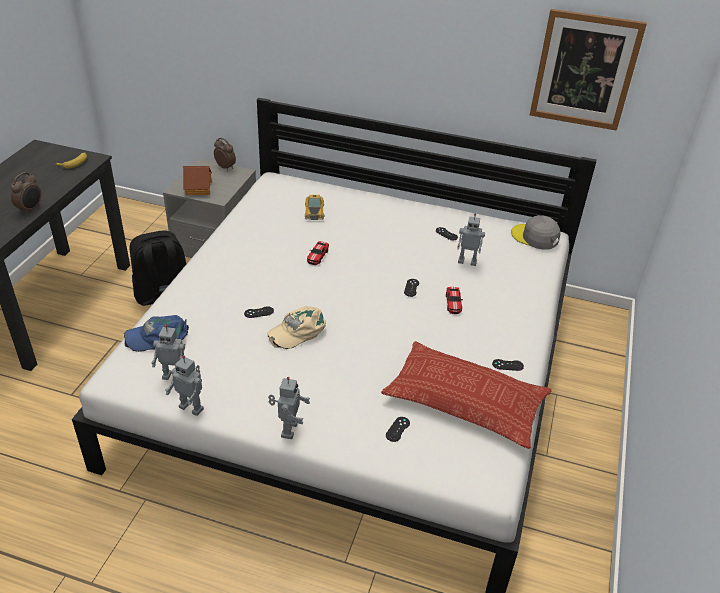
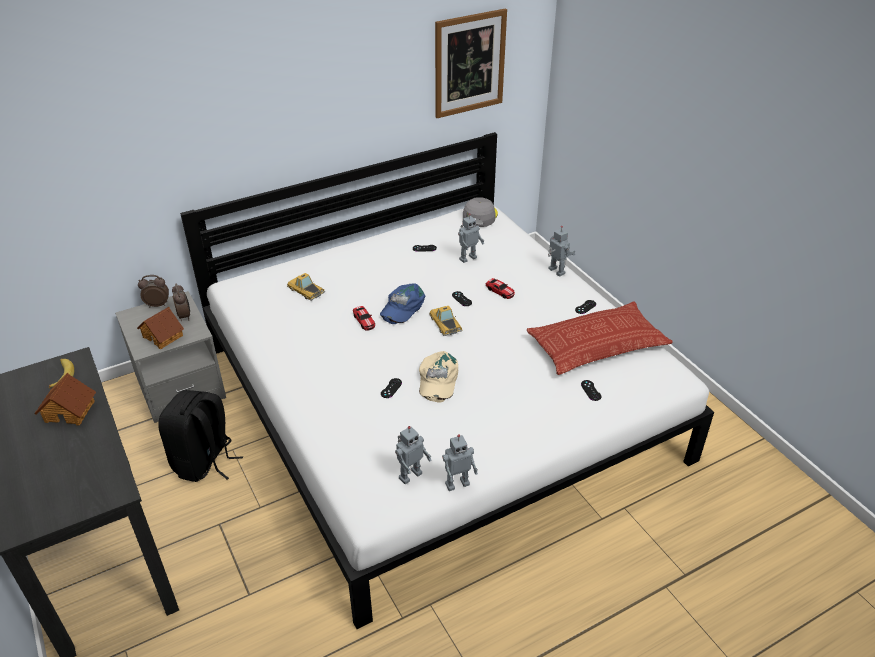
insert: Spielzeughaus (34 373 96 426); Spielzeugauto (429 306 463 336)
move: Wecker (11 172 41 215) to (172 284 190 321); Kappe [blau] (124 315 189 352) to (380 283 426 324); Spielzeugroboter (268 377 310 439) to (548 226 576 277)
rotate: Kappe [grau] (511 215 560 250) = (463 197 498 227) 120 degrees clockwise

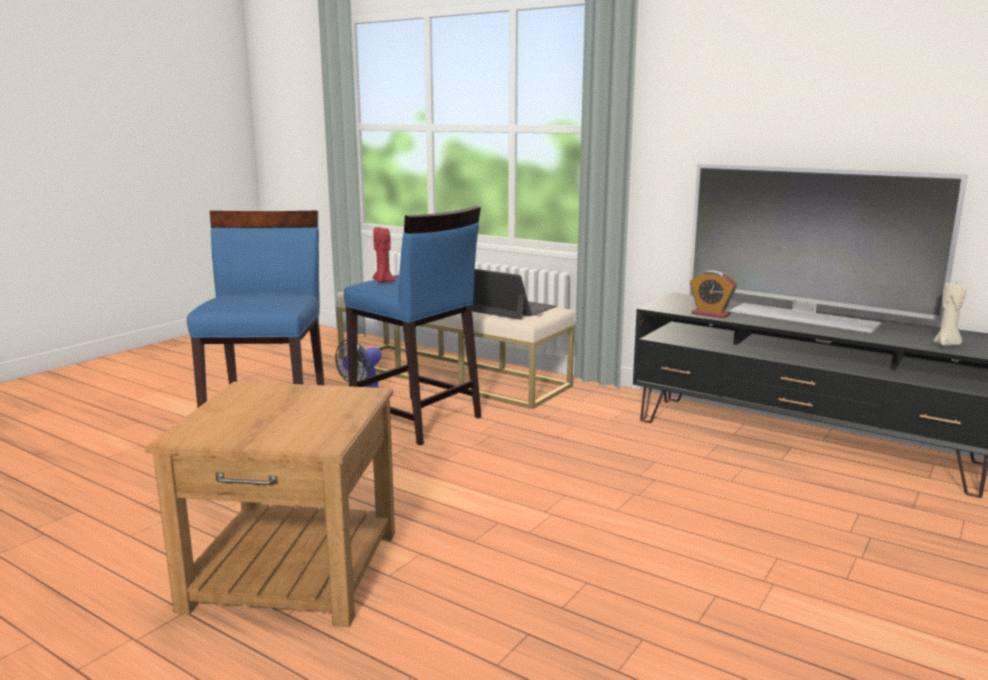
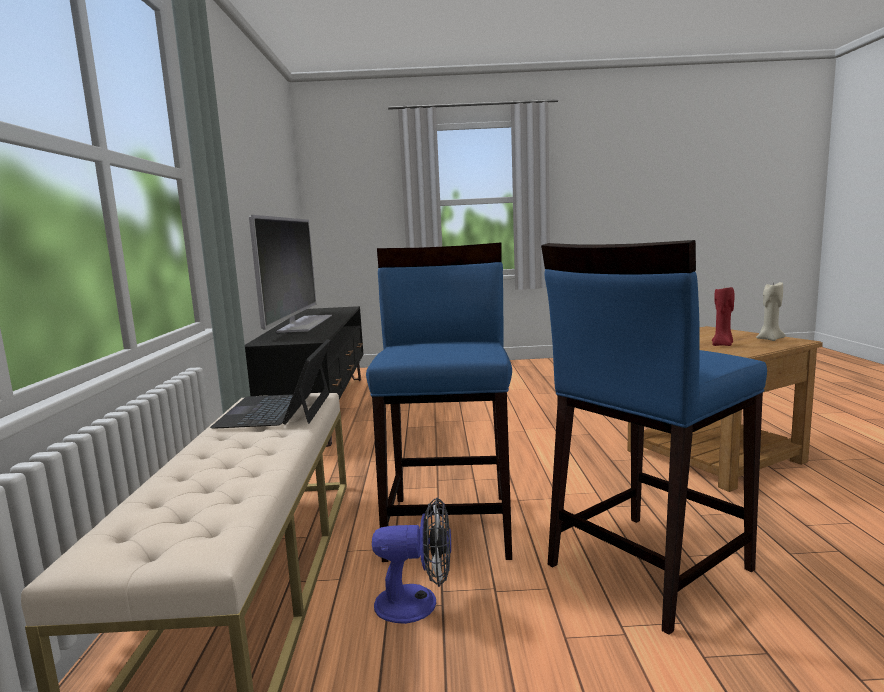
delete: Wecker (690 271 737 319)
move: Kerze [rot] (373 227 395 283) to (712 287 735 346); Kerze [beige] (933 280 967 346) to (756 281 785 341)

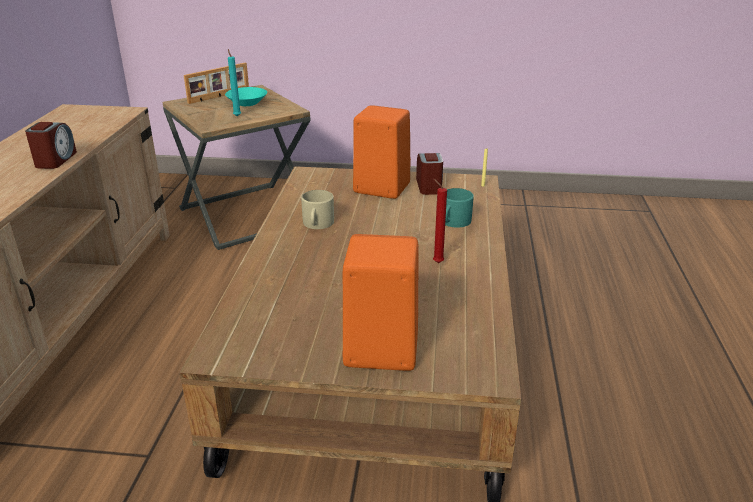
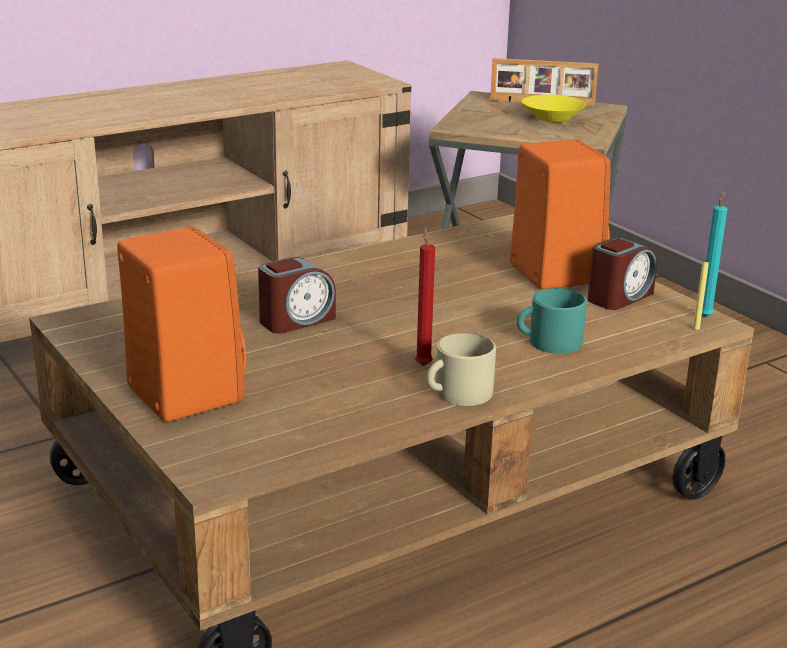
move: Wecker (25 122 77 169) to (258 257 336 334); Henkelbecher [beige] (301 190 334 229) to (427 333 496 406); Kerze [türkis] (228 49 241 117) to (702 191 727 317)
recolor: Schüssel [türkis] (225 87 267 106) to Schüssel [gelb] (522 95 586 122)

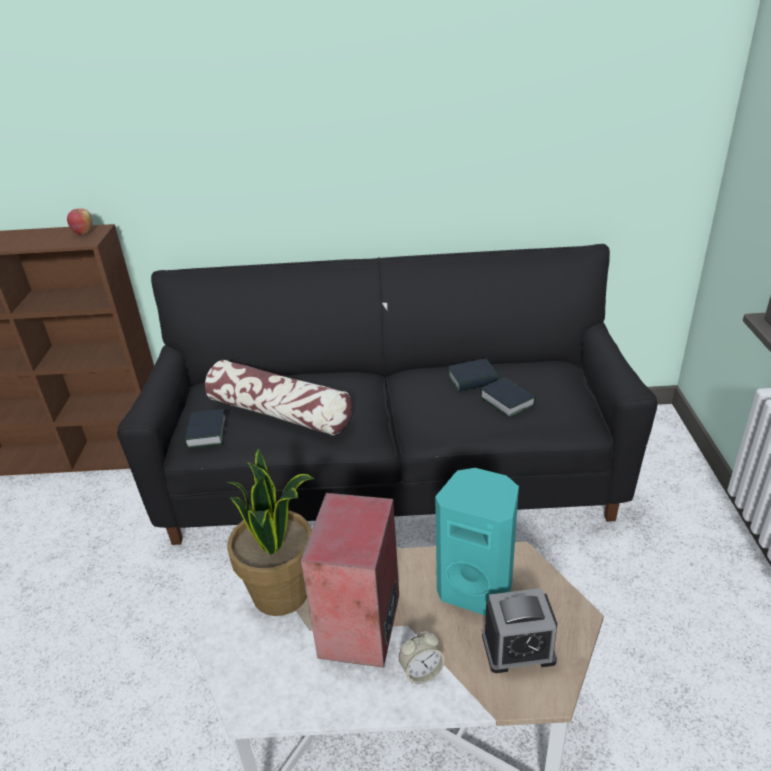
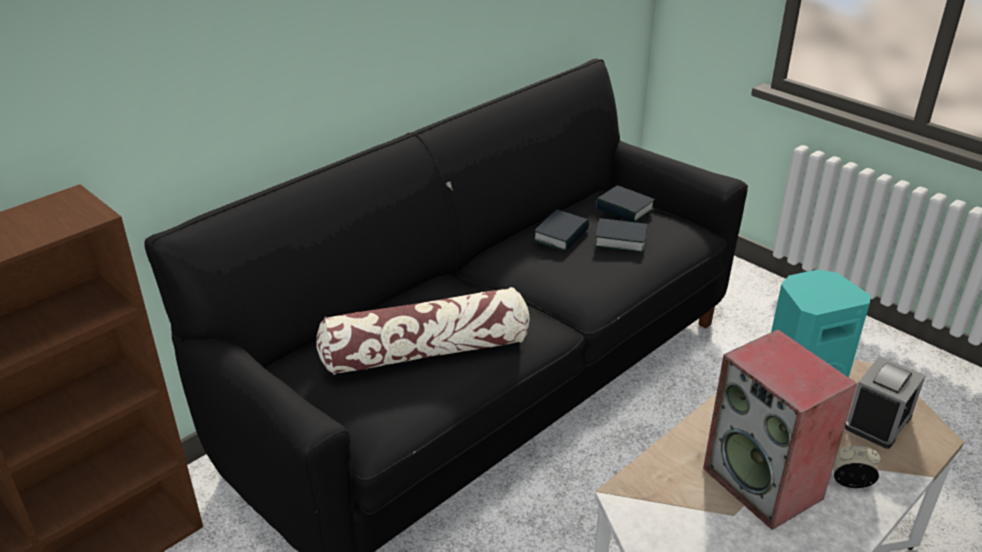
delete: Apfel (67 208 92 235); Topfpflanze (227 448 315 616)
move: Buch (185 409 227 449) to (596 185 655 222)
rotate: Wecker (399 631 445 684) = (833 446 881 488) 105 degrees counterclockwise

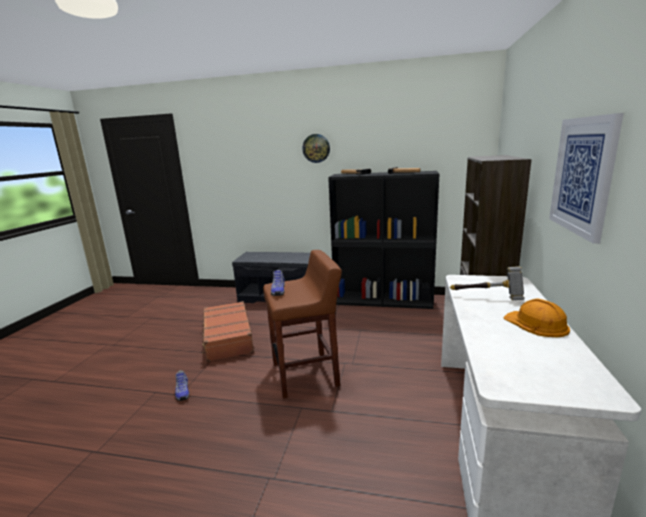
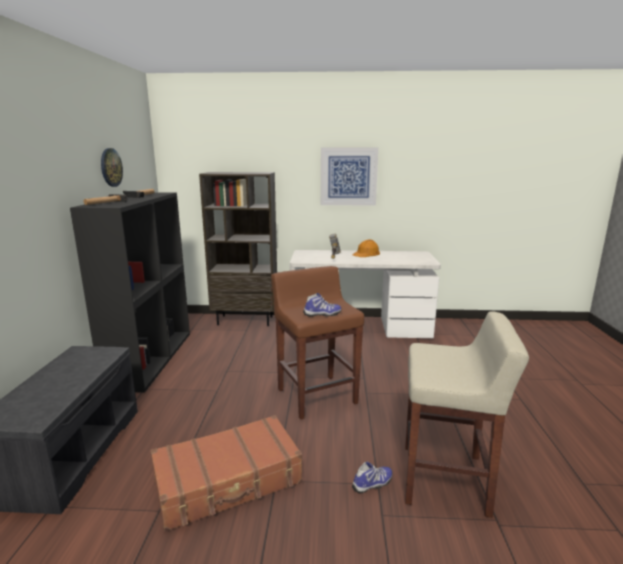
insert: Hocker [beige] (405 311 529 518)
move: Wanduhr (303 134 330 163) to (101 148 123 187)

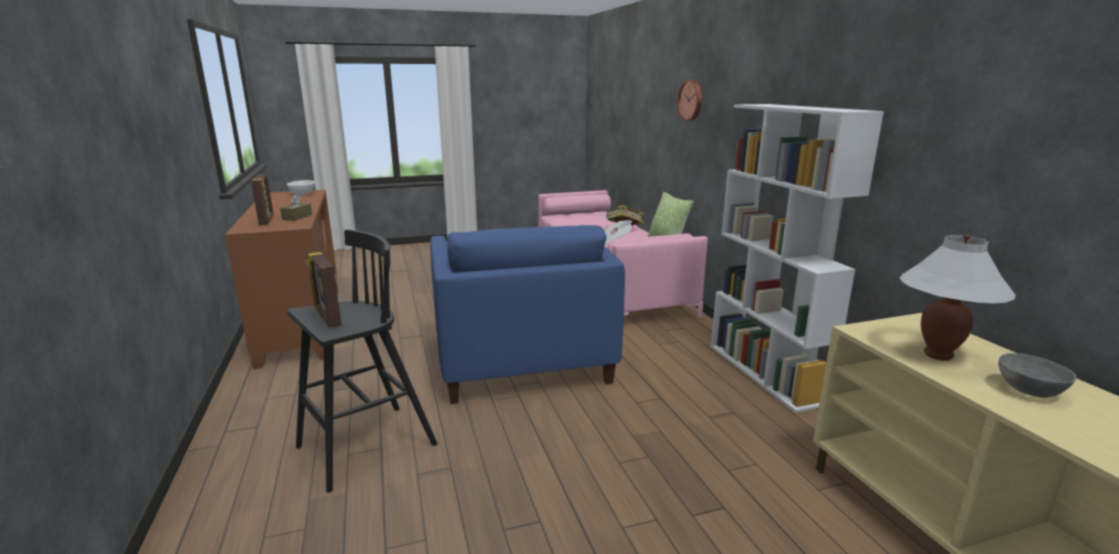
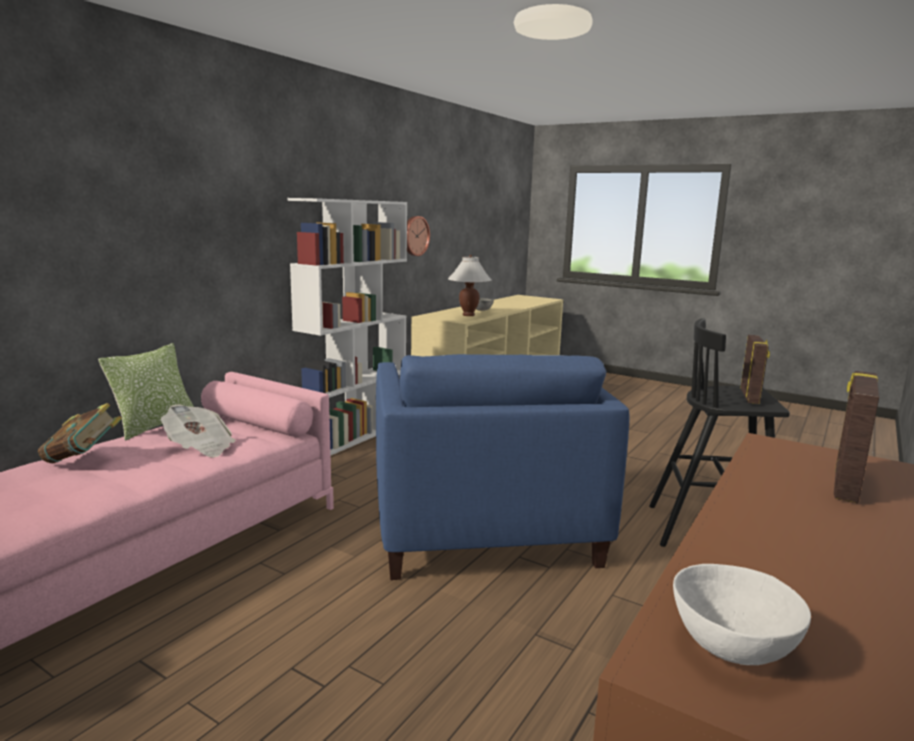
delete: Taschentuchbox [braun] (280 194 312 221)
move: Wanduhr (677 80 702 121) to (407 216 430 256)
rotate: Sessel [blau] (430 225 625 404) = (376 354 630 580) 135 degrees clockwise

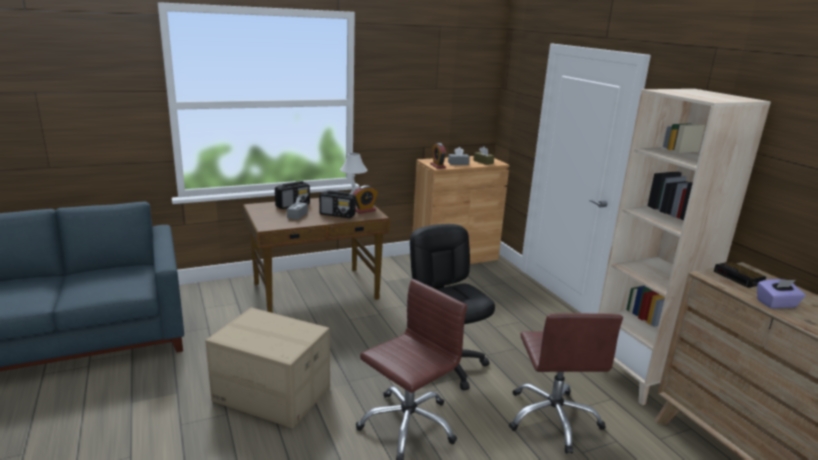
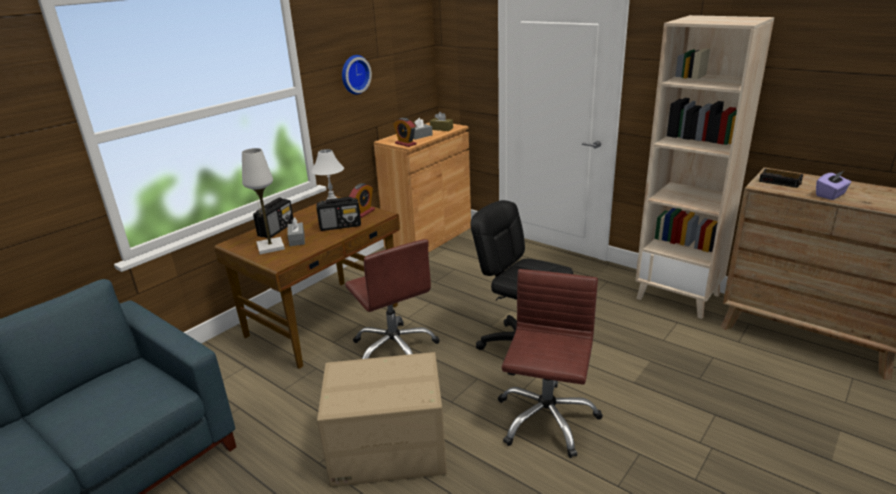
insert: Tischlampe [weiß] (242 148 285 254); Wanduhr (342 55 372 95)
move: Bürostuhl [braun] (509 313 623 454) to (345 239 440 359)

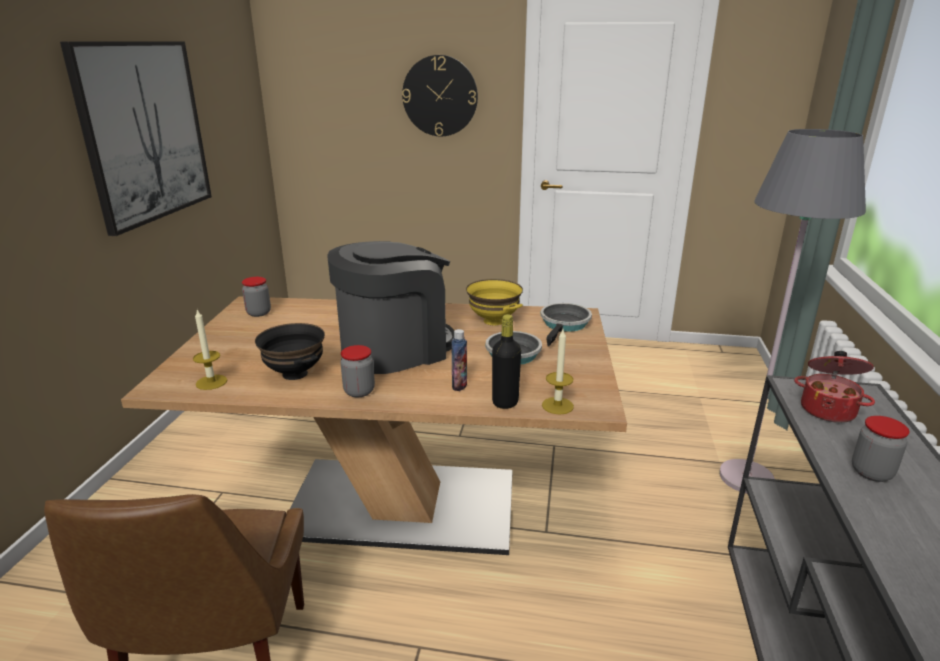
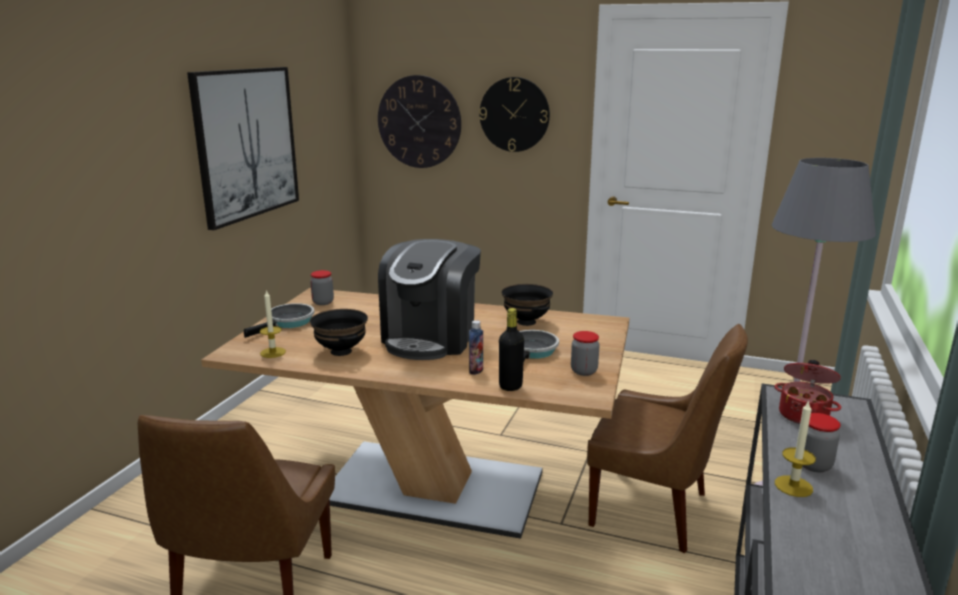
insert: Wanduhr (378 75 461 168); Stuhl [braun] (587 324 748 553)
move: Pfanne (541 303 592 347) to (244 303 315 338); Vorratsglas (340 345 375 397) to (571 331 600 376); Kerze (542 330 574 414) to (775 400 816 497)
recolor: Schüssel [gelb] (466 279 523 325) to Schüssel [schwarz] (501 284 553 326)
rotate: Kaffeemaschine (327 241 454 374) = (378 239 481 360) 135 degrees clockwise

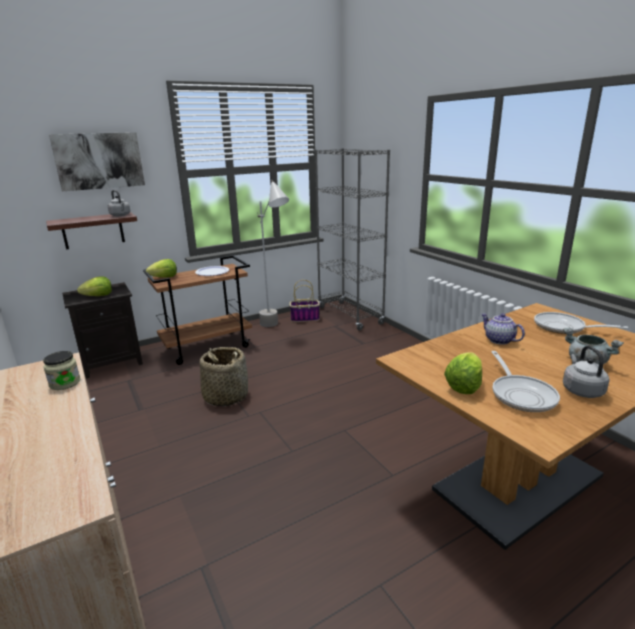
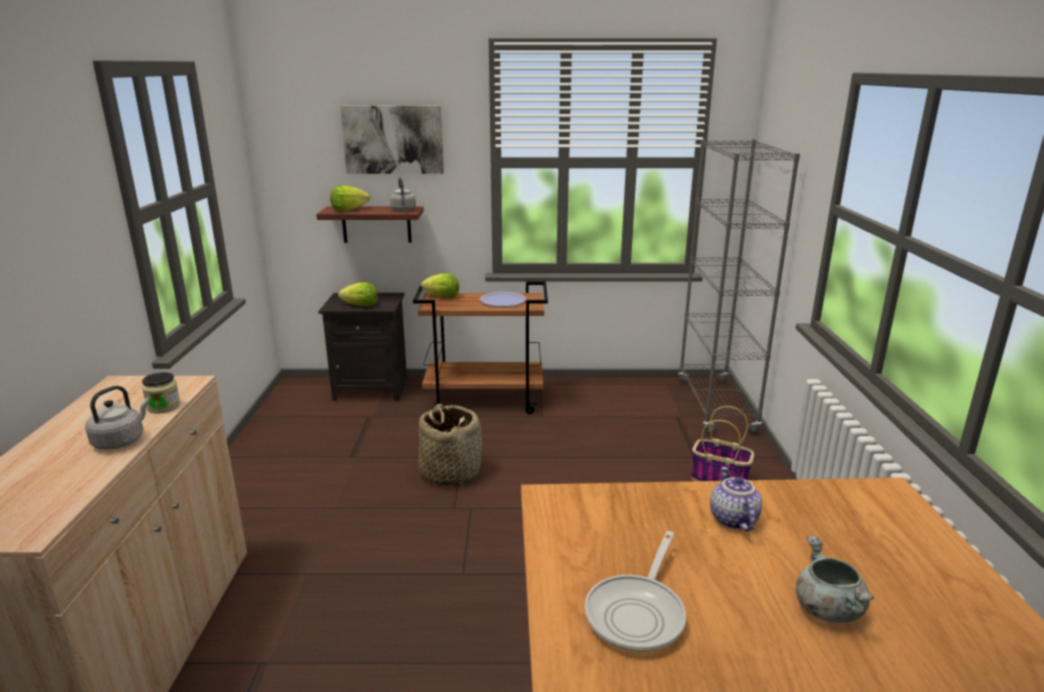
delete: Stehlampe [grau] (257 180 289 327); Pfanne (534 312 628 334)
move: Wasserkessel [grau] (563 346 610 398) to (85 386 150 450); Salatkopf (444 352 482 394) to (330 185 370 211); Korb (289 280 320 322) to (691 406 754 481)

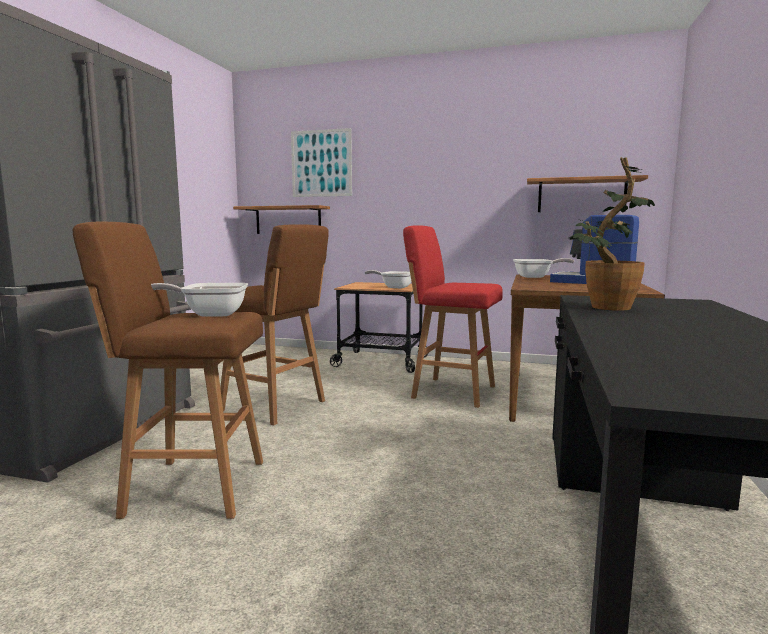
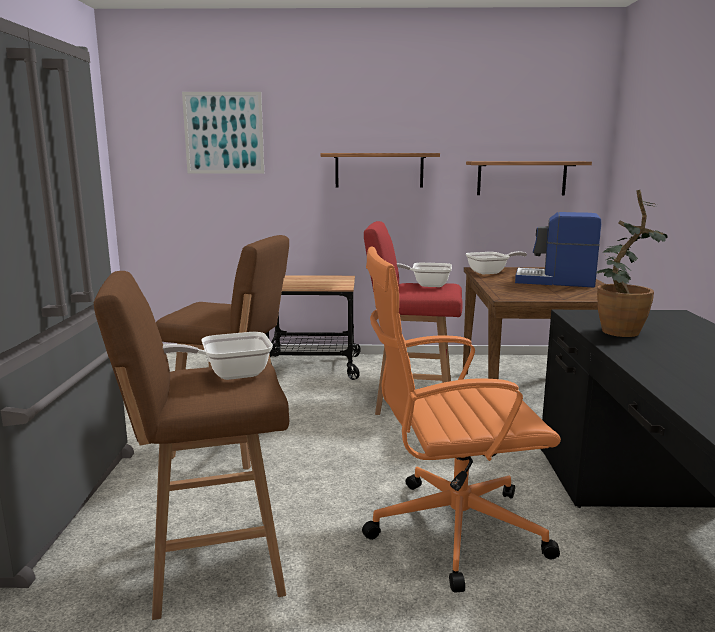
insert: Bürostuhl [orange] (362 247 561 593)
move: Wandregal (233 205 330 234) to (320 153 440 188); Pfanne (365 270 411 288) to (397 263 452 287)

